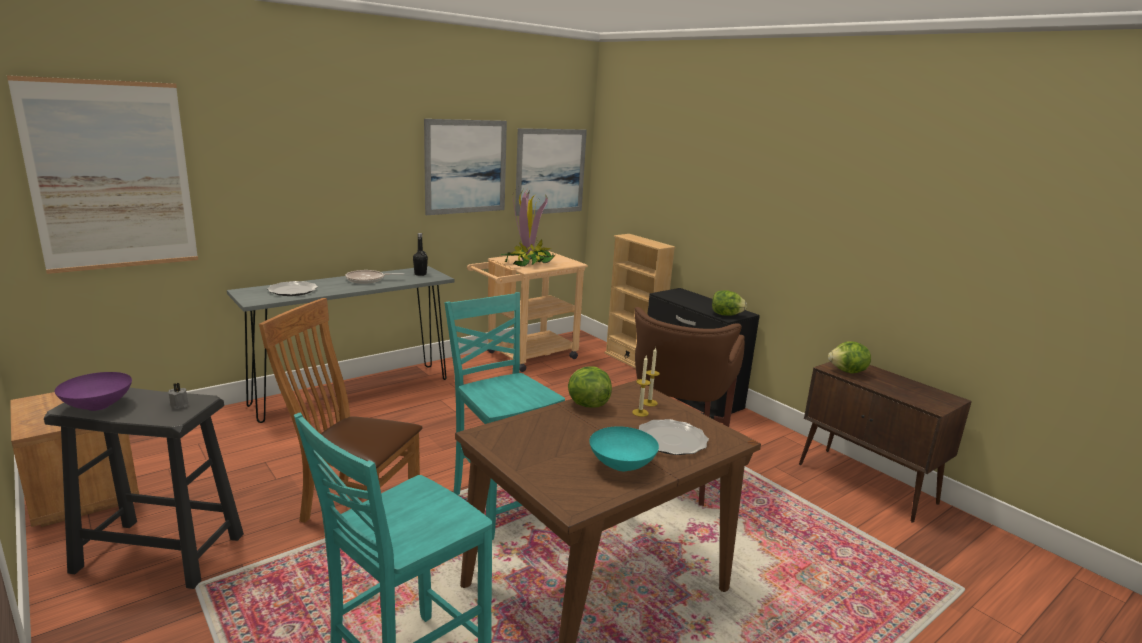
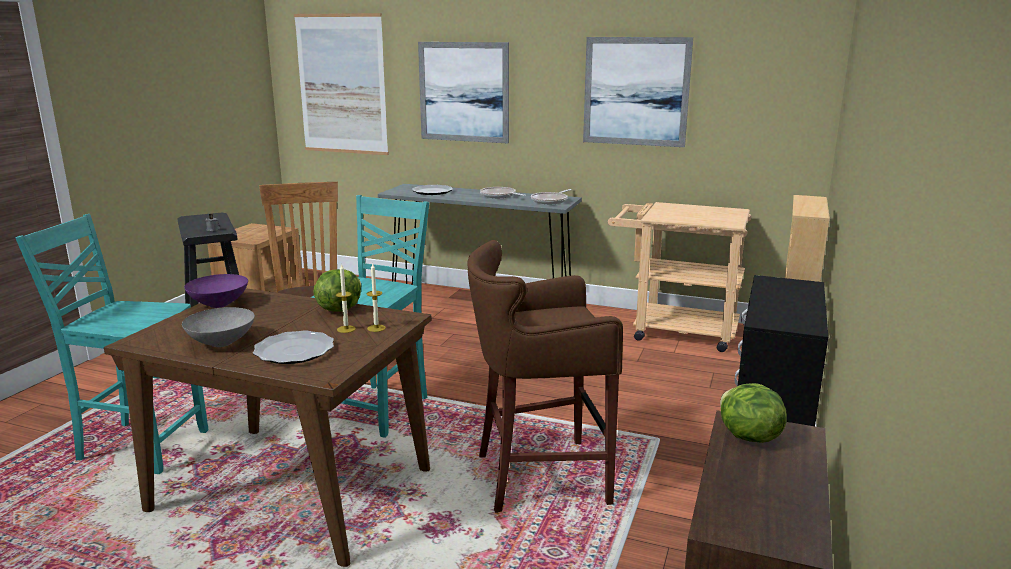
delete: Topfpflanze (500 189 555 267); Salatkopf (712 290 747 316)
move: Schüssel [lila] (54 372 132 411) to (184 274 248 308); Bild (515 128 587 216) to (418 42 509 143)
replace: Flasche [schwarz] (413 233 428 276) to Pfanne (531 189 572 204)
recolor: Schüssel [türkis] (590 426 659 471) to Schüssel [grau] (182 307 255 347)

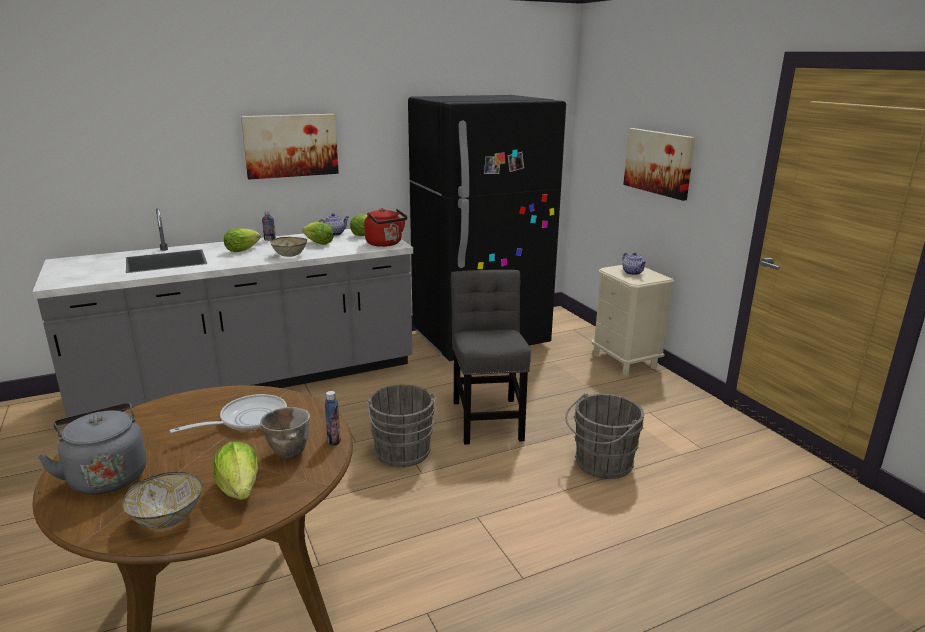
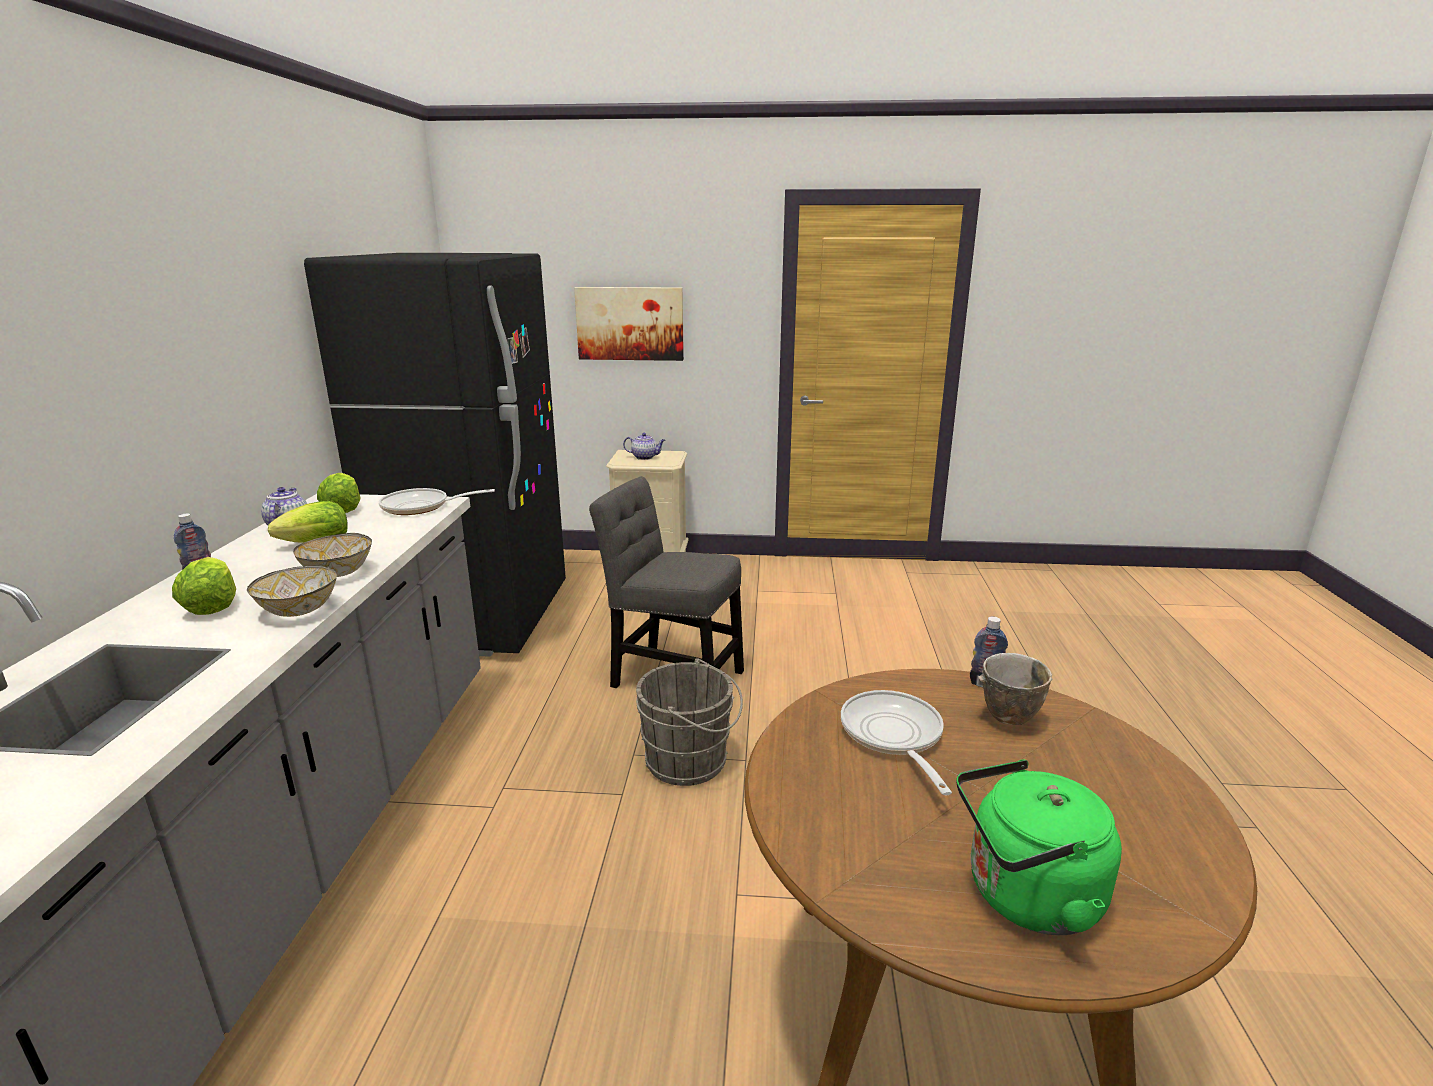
delete: Salatkopf (213 442 258 500); Bild (241 114 339 179); Eimer [grau] (565 393 644 479)
move: Schüssel (123 472 202 529) to (247 565 337 617)
replace: Wasserkessel [rot] (364 208 407 247) to Pfanne (379 488 495 515)
recolor: Wasserkessel [grau] (37 403 147 495) to Wasserkessel [grün] (957 759 1122 935)

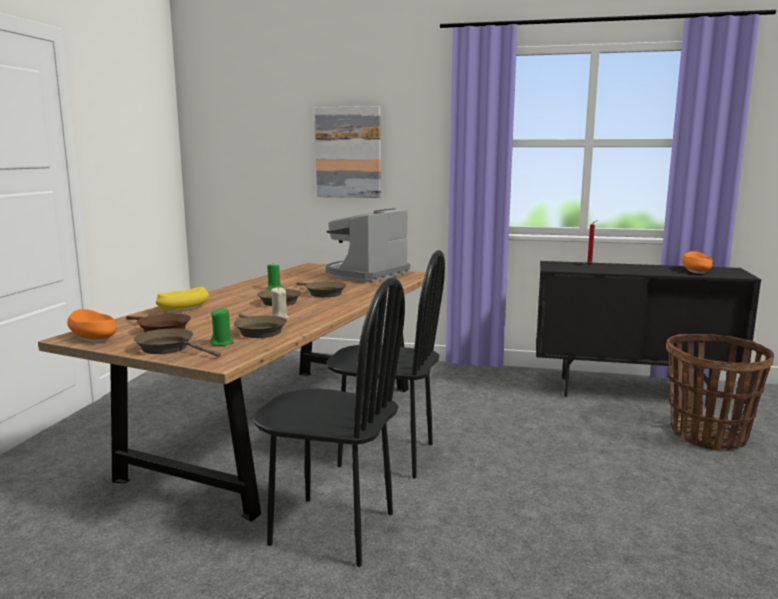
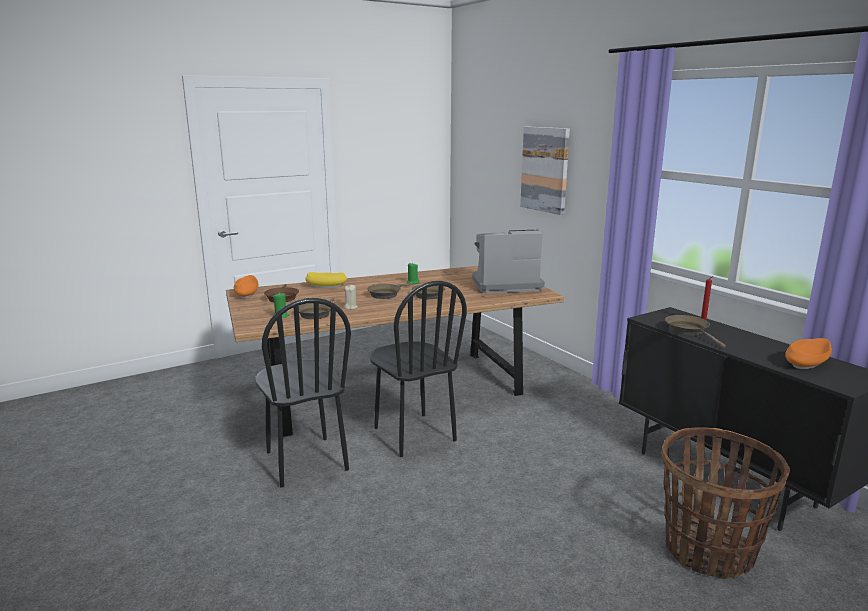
move: Pfanne [braun] (133 329 221 357) to (665 315 726 348)

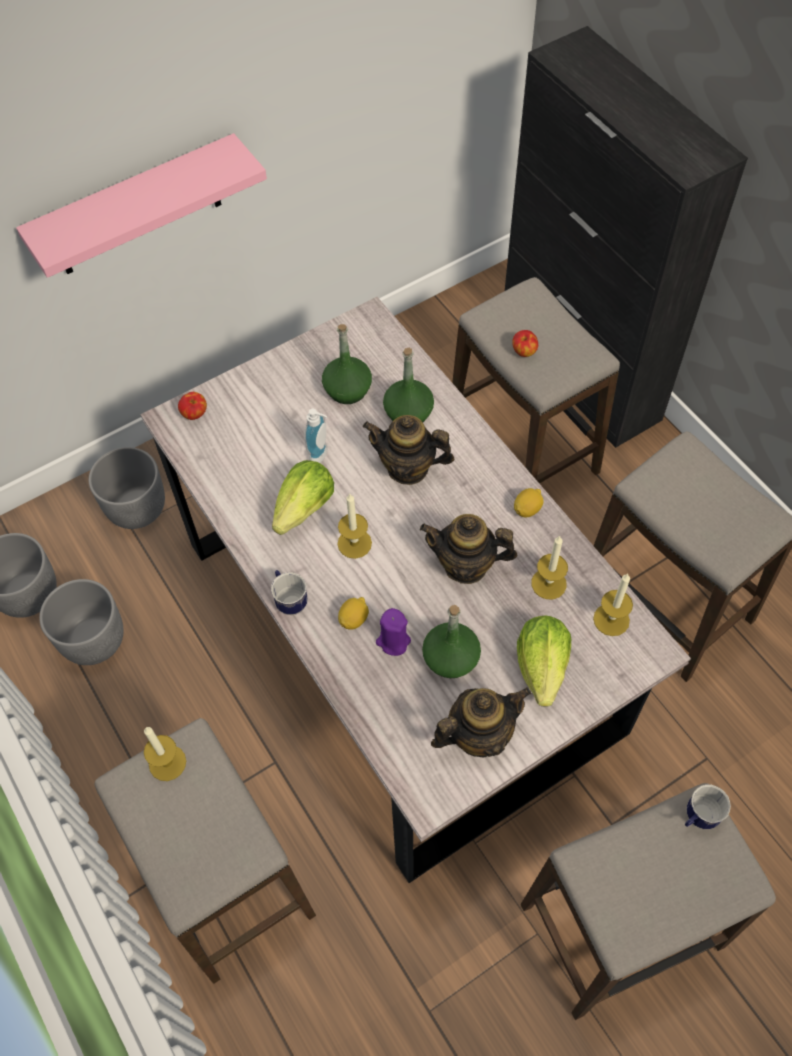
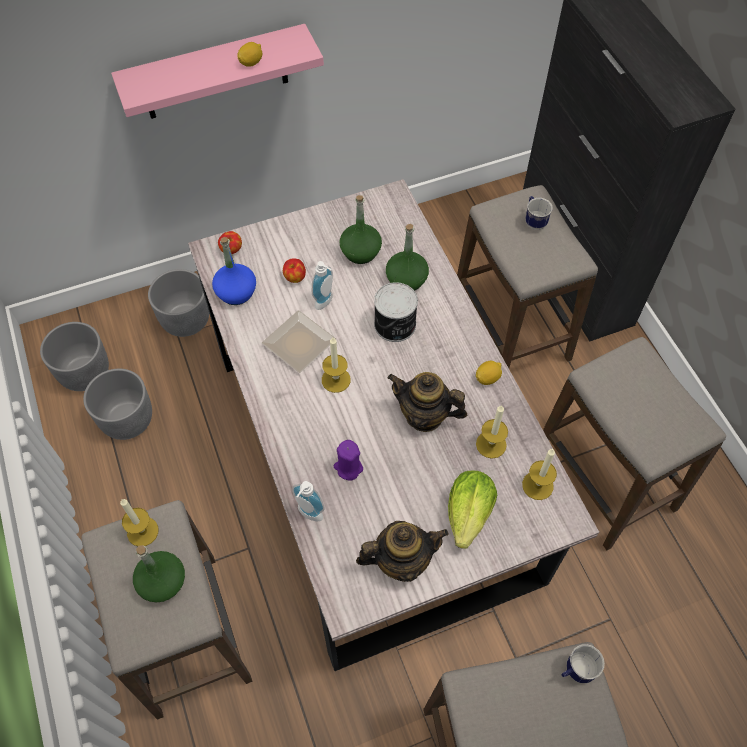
insert: Flasche [blau] (212 237 256 305); Seifenspender (292 481 325 522)
move: Flasche [grün] (422 605 481 678) to (133 545 185 602); Zitrone (338 597 369 630) to (237 42 262 67); Apfel (512 330 538 357) to (283 258 306 283); Henkelbecher (271 570 308 615) to (525 196 553 230)
replace: Salatkopf (272 460 334 535) to Teller (262 310 336 373); Teekanne (363 415 454 485) to Dose (374 282 418 342)

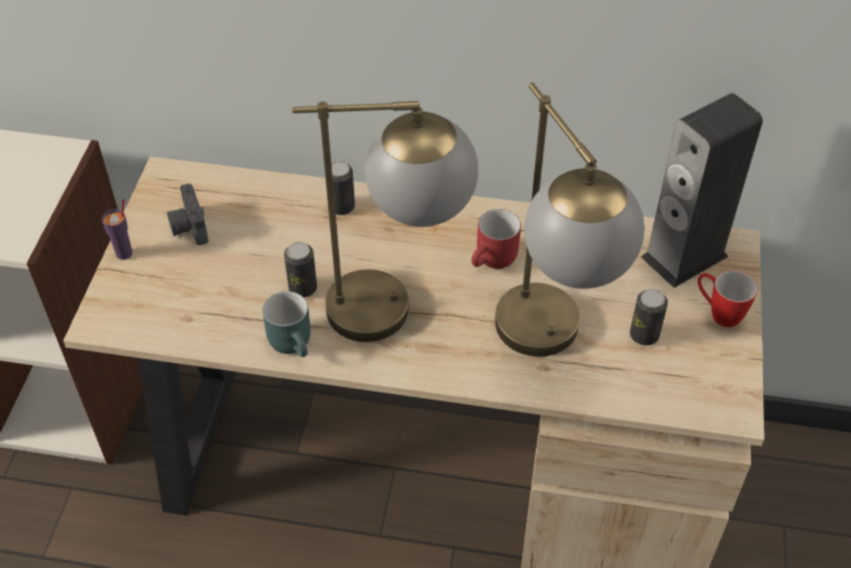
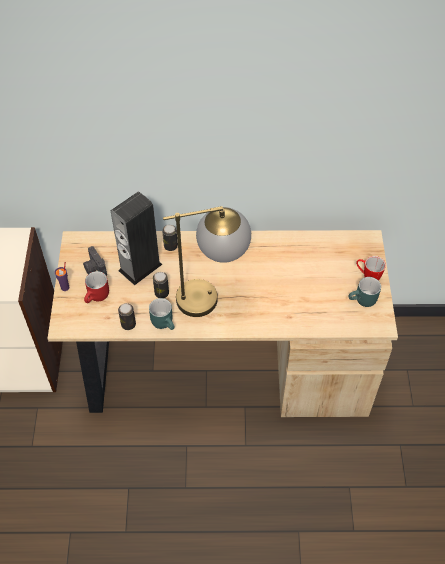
delete: Tischlampe (495 82 645 357)
insert: Henkelbecher [türkis] (348 277 381 307)
move: Henkelbecher [rot] (471 209 521 269) to (84 271 109 303); Lautsprecher (641 93 763 288) to (111 191 163 285); Dose (630 289 668 346) to (118 303 136 330)

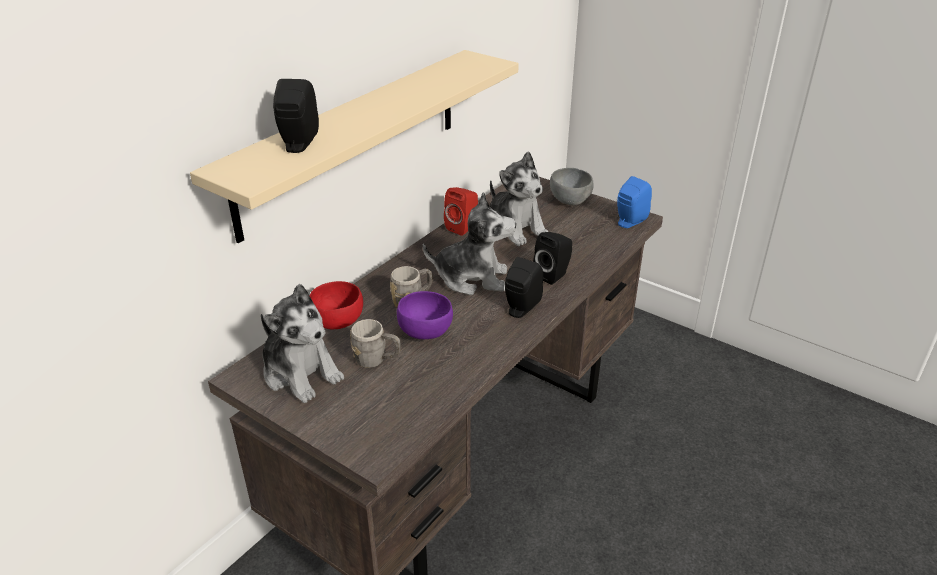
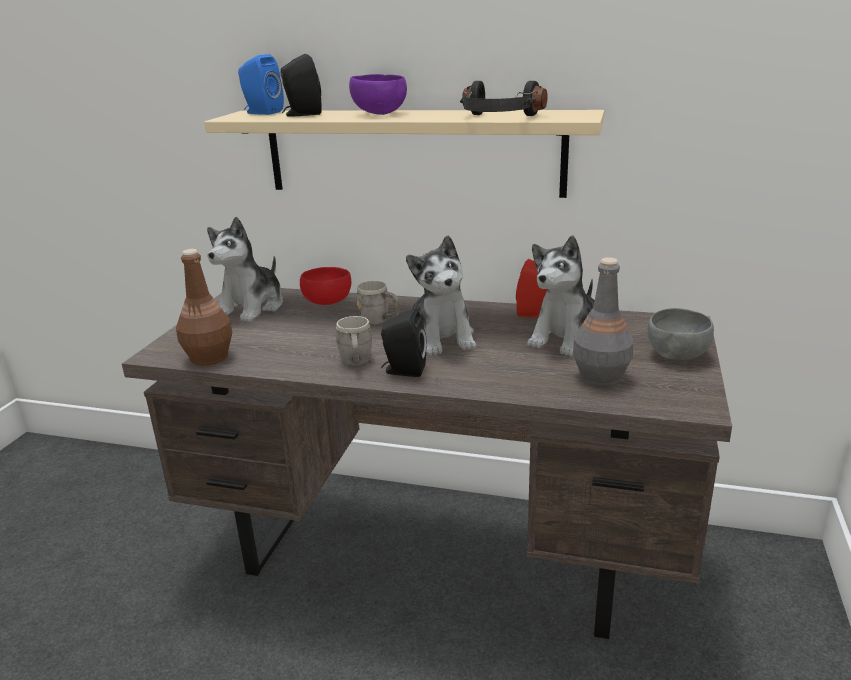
delete: Lautsprecher [schwarz] (533 232 572 285)
insert: Flasche [braun] (176 249 232 366); Kopfhörer [schwarz] (460 81 548 116); Flasche [grau] (573 257 633 387)
move: Lautsprecher [blau] (617 176 652 228) to (238 54 284 115); Henkelbecher [grau] (350 319 401 368) to (336 316 372 366); Schüssel [lila] (397 291 453 339) to (349 74 407 115)

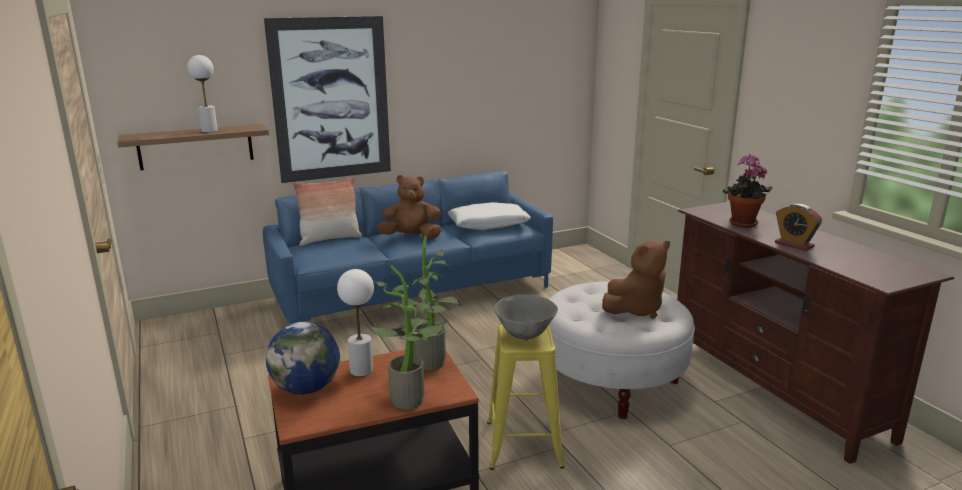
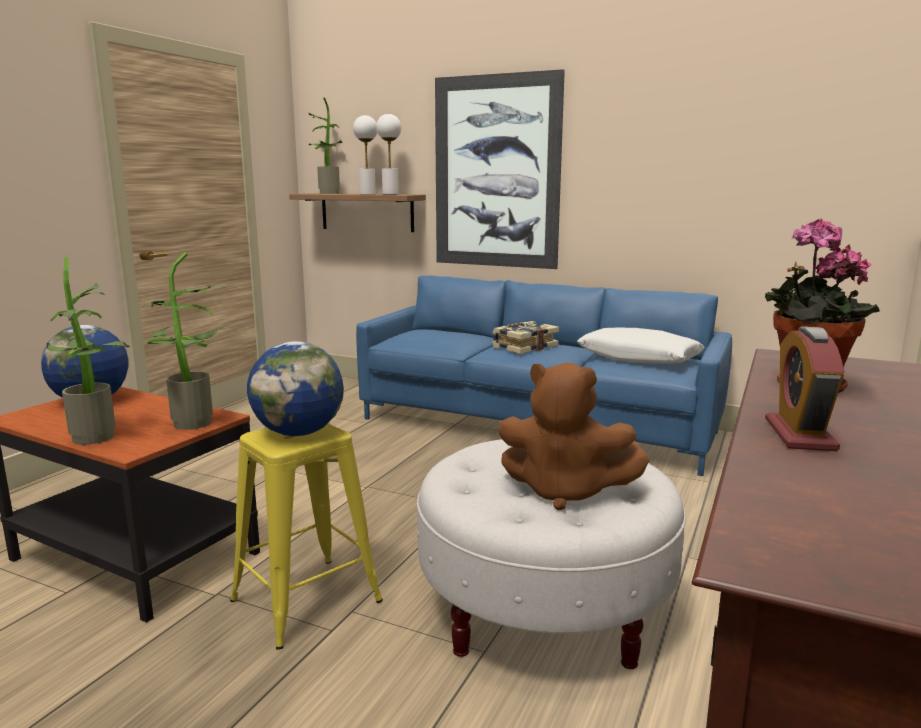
delete: Kissen (293 177 362 246)
insert: Topfpflanze (309 97 342 194)
move: Tischlampe [weiß] (337 269 374 377) to (376 114 401 195)
replace: Schüssel [grau] (494 295 558 339) to Globus (247 341 344 436); Plüschtier [braun] (377 175 442 239) to Buch (492 321 559 354)

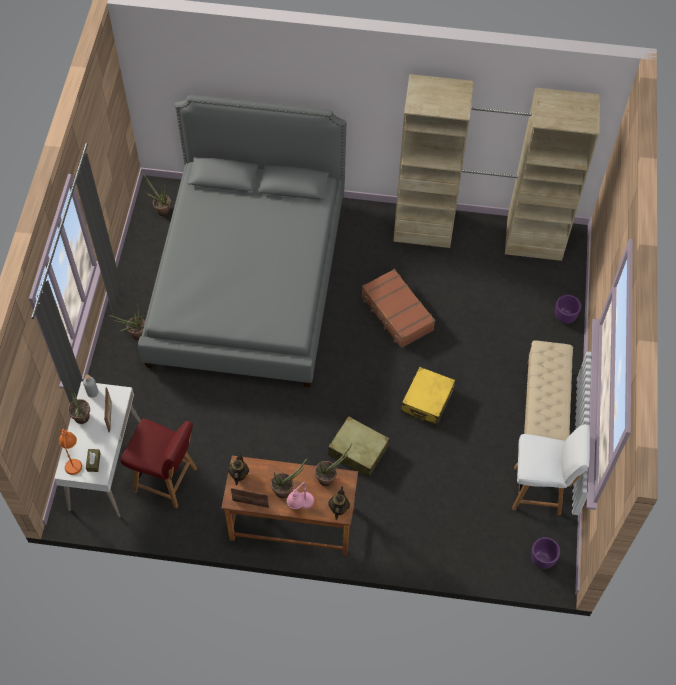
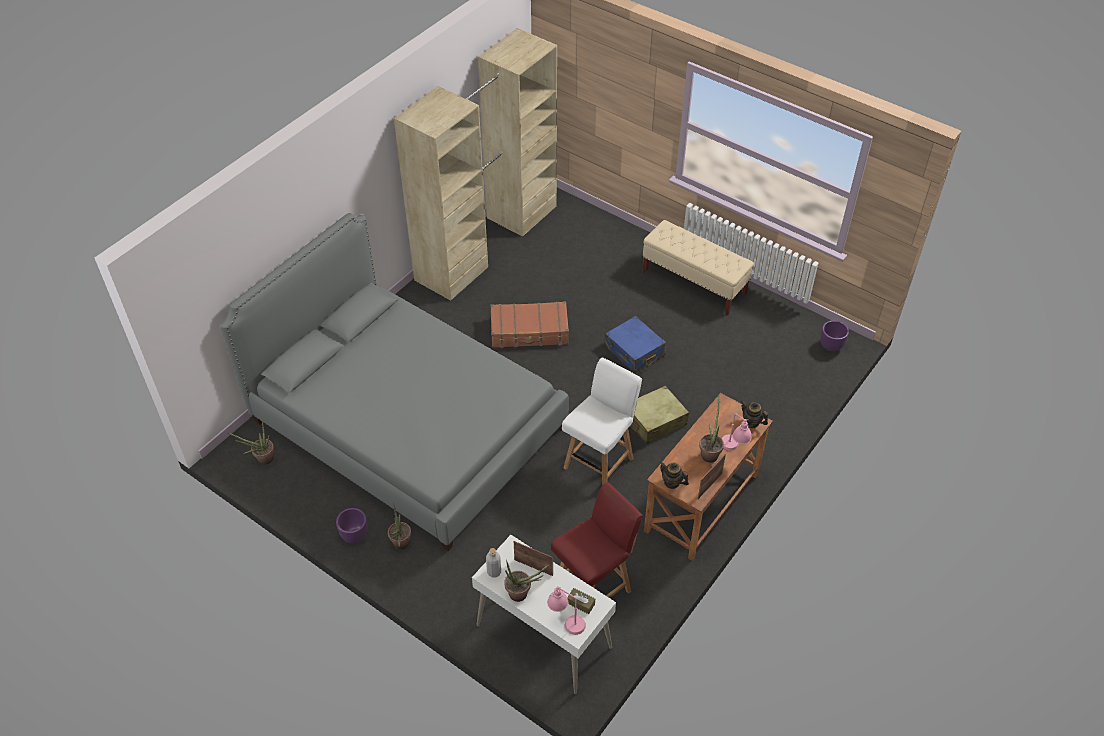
delete: Topfpflanze (315 444 352 486)
move: Pflanzkübel [lila] (555 295 581 324) to (336 508 368 543); Stuhl [weiß] (512 425 590 515) to (562 358 642 486)
recolor: Tischlampe [orange] (59 429 82 475) to Tischlampe [rosa] (547 586 586 635); Koffer [gelb] (401 367 455 426) to Koffer [blau] (605 316 666 373)

